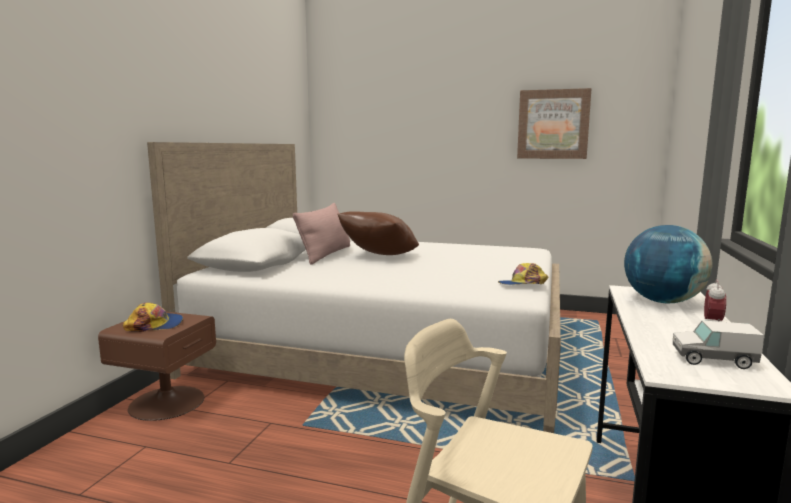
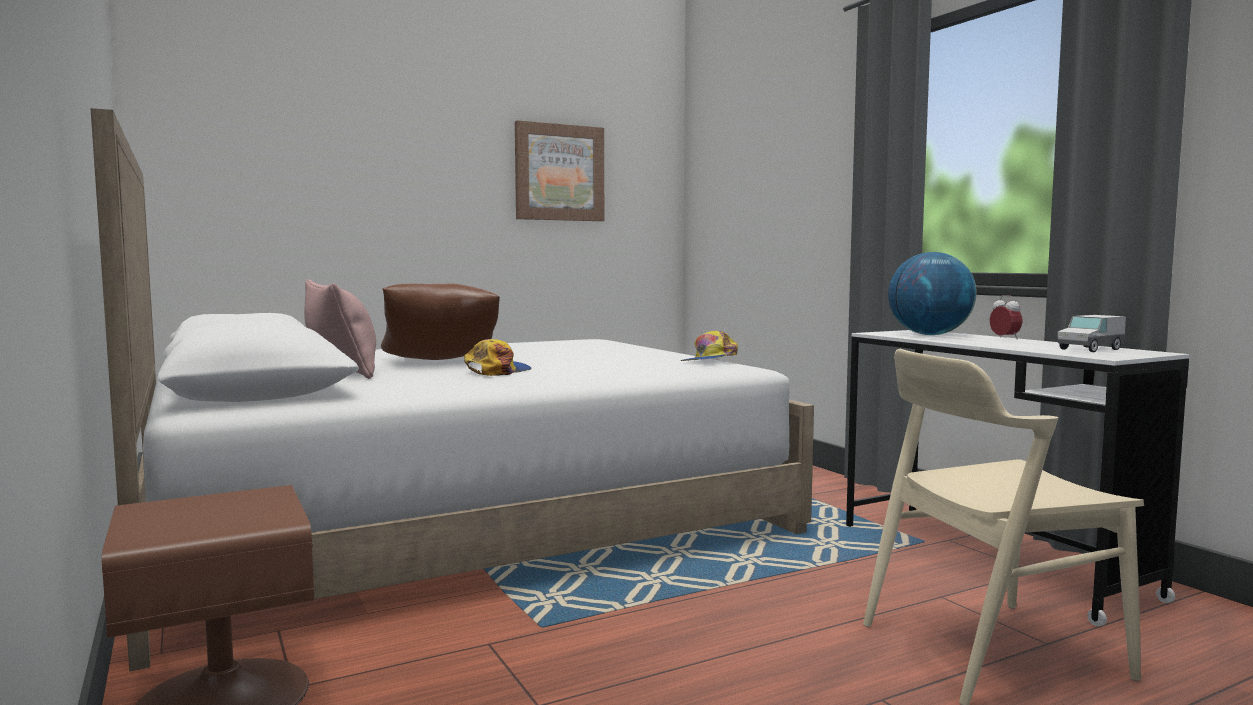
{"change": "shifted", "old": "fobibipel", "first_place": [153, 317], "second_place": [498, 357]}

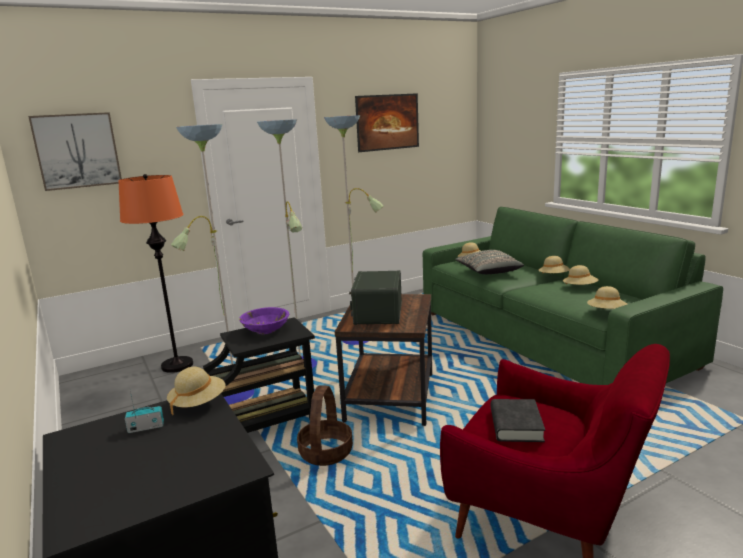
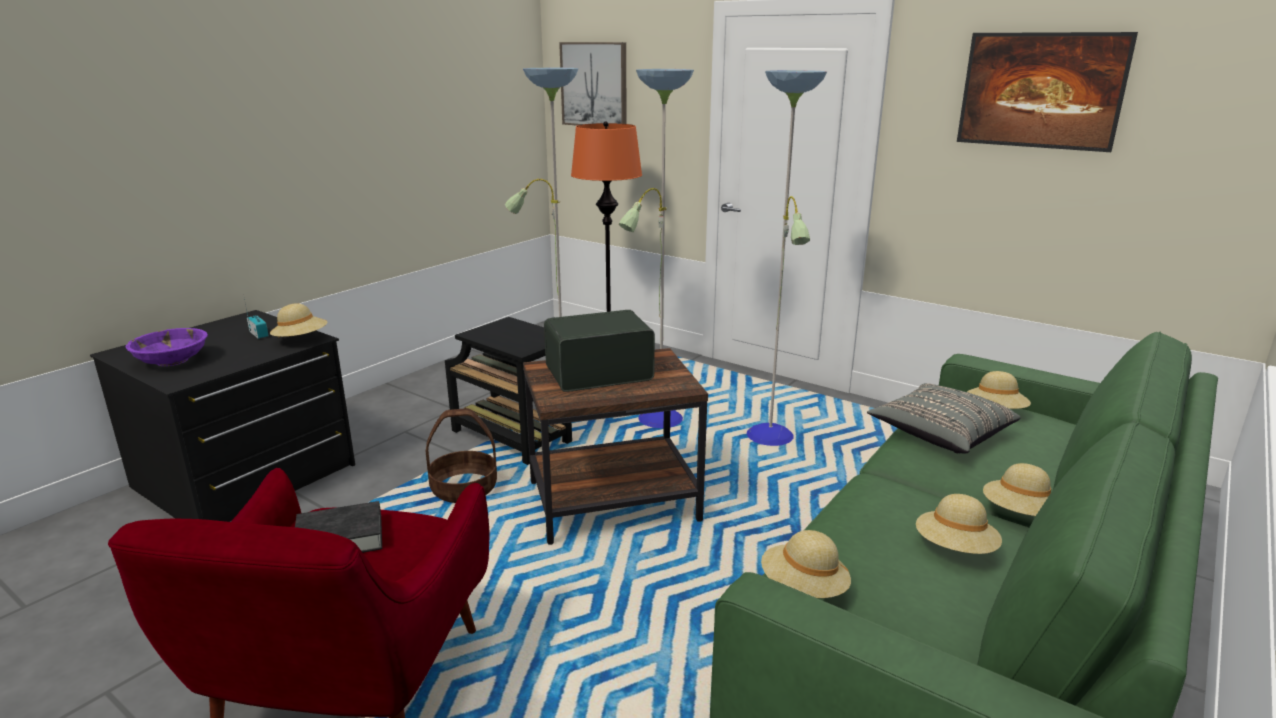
{"change": "shifted", "old": "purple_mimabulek", "first_place": [264, 320], "second_place": [166, 347]}

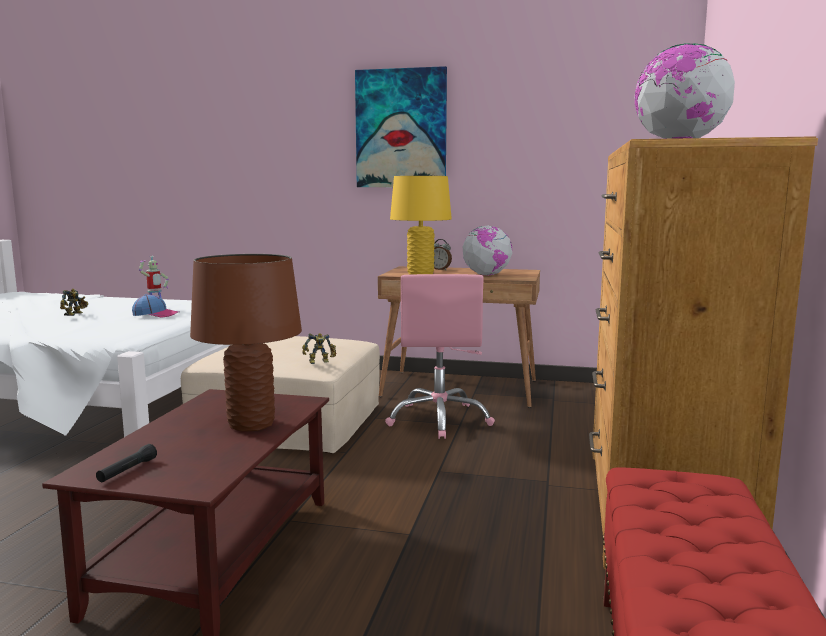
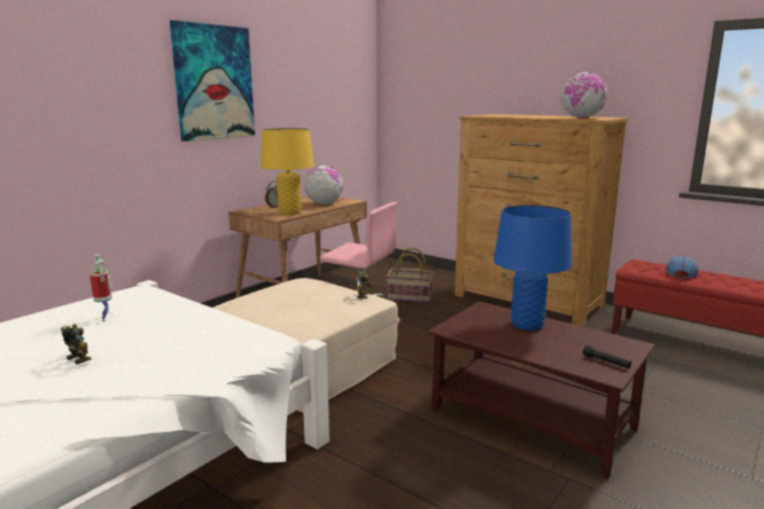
{"change": "repainted", "old": "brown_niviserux", "new": "blue_niviserux", "first_place": [246, 342], "second_place": [533, 267]}
{"change": "shifted", "old": "fobibipel", "first_place": [155, 306], "second_place": [682, 267]}
{"change": "new", "new": "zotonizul", "second_place": [410, 275]}

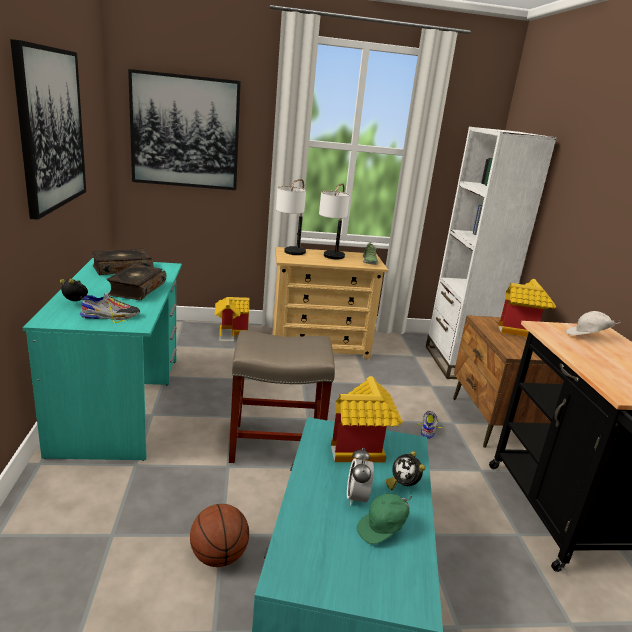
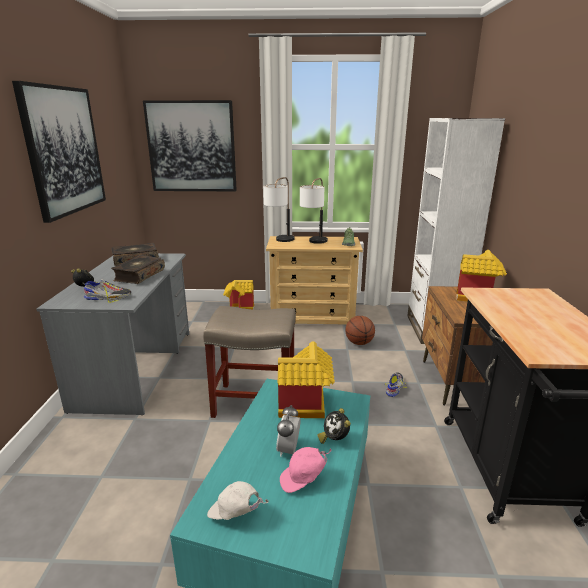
{"change": "repainted", "old": "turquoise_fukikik", "new": "grey_fukikik", "first_place": [102, 359], "second_place": [113, 334]}
{"change": "shifted", "old": "white_fobibipel", "first_place": [593, 323], "second_place": [238, 500]}
{"change": "repainted", "old": "green_fobibipel", "new": "pink_fobibipel", "first_place": [384, 519], "second_place": [306, 470]}
{"change": "shifted", "old": "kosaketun", "first_place": [219, 535], "second_place": [360, 330]}

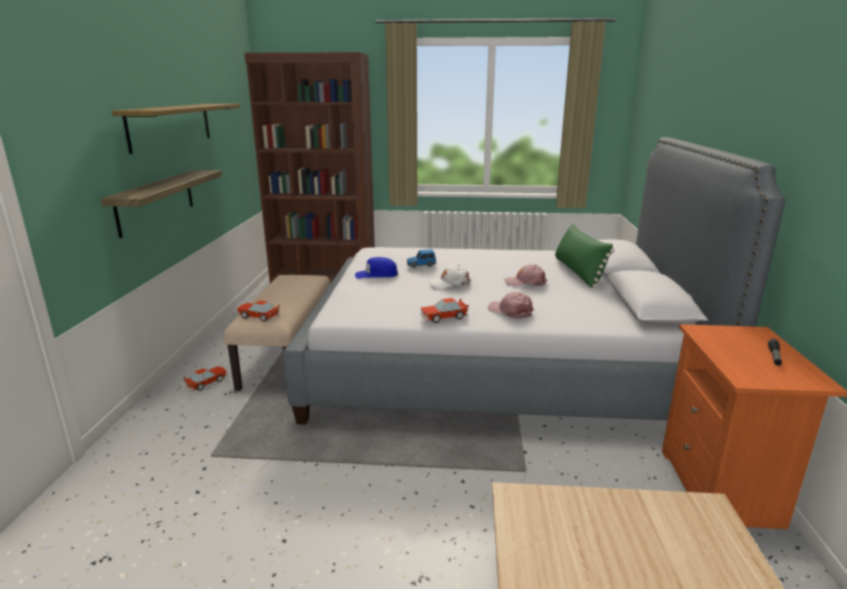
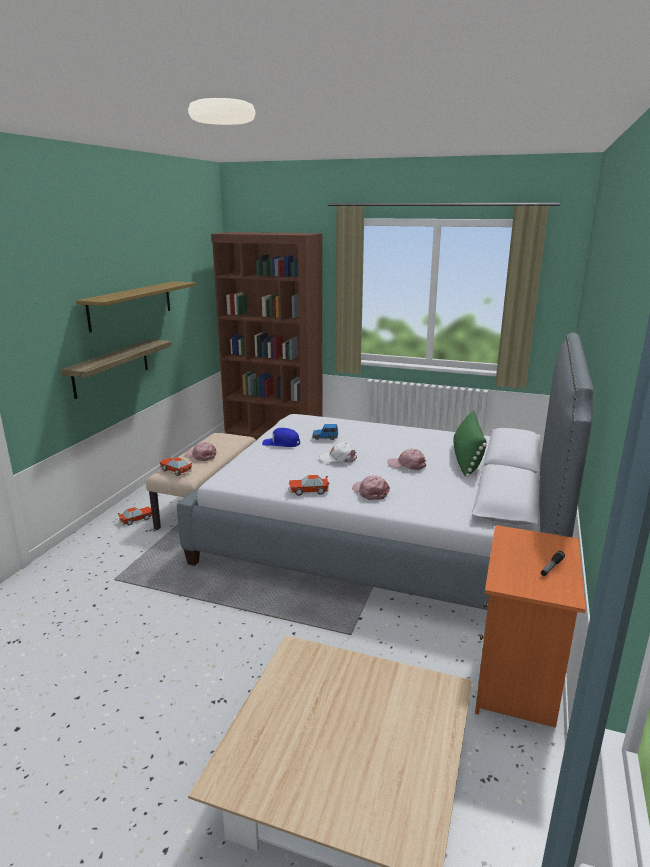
{"change": "new", "new": "pink_fobibipel", "second_place": [200, 451]}

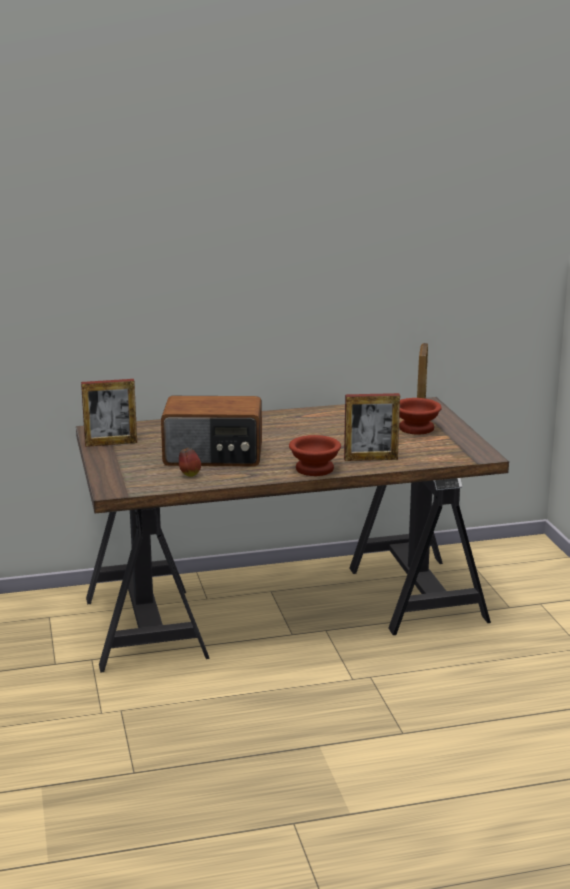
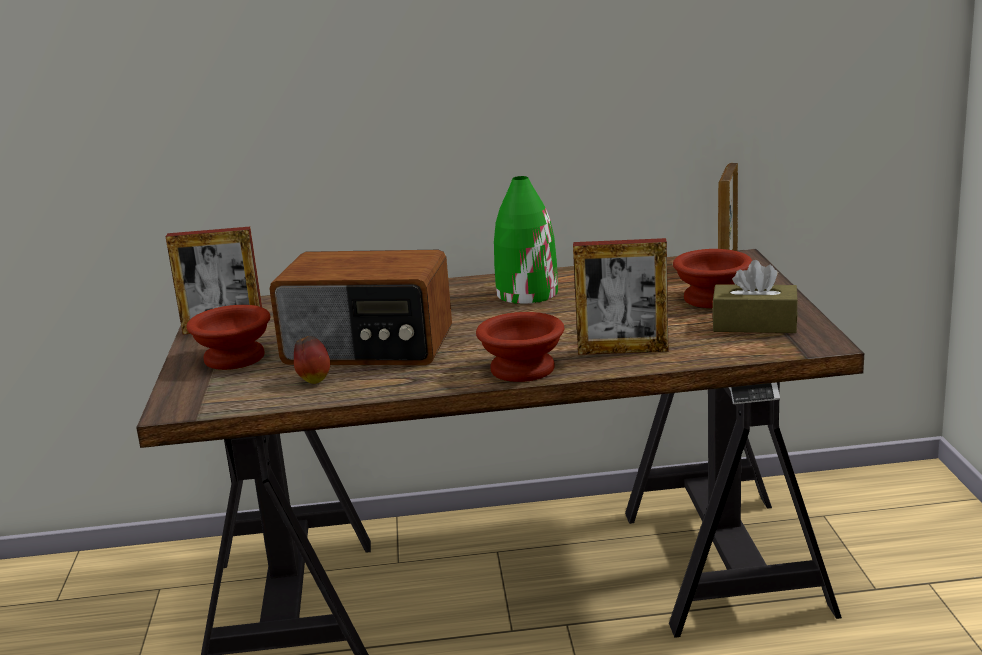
{"change": "new", "new": "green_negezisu", "second_place": [526, 240]}
{"change": "new", "new": "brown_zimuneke", "second_place": [755, 296]}
{"change": "new", "new": "brown_mimabulek", "second_place": [228, 337]}

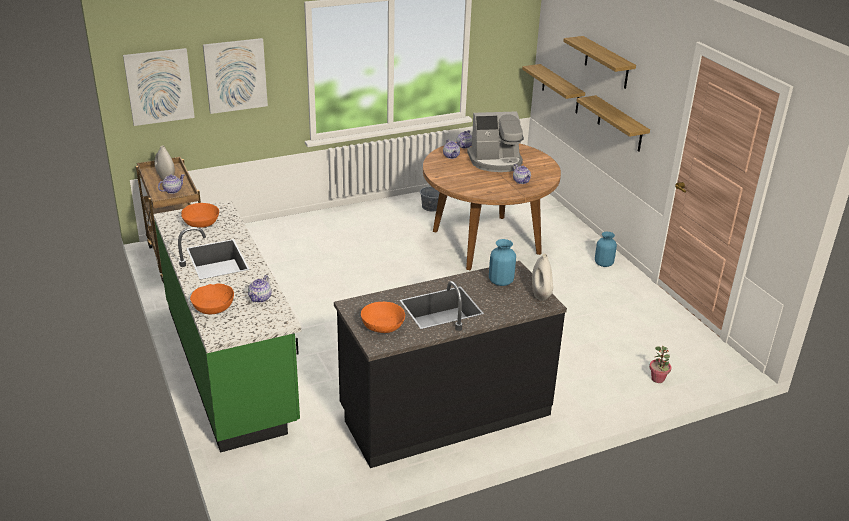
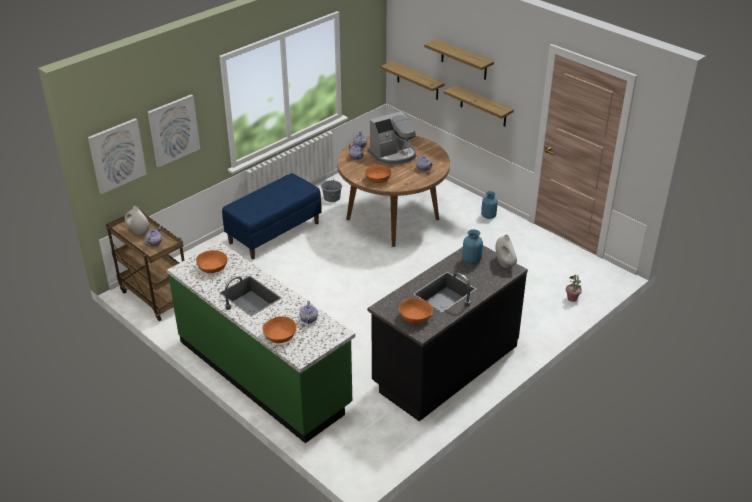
{"change": "new", "new": "orange_mimabulek", "second_place": [378, 174]}
{"change": "new", "new": "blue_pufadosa", "second_place": [272, 216]}

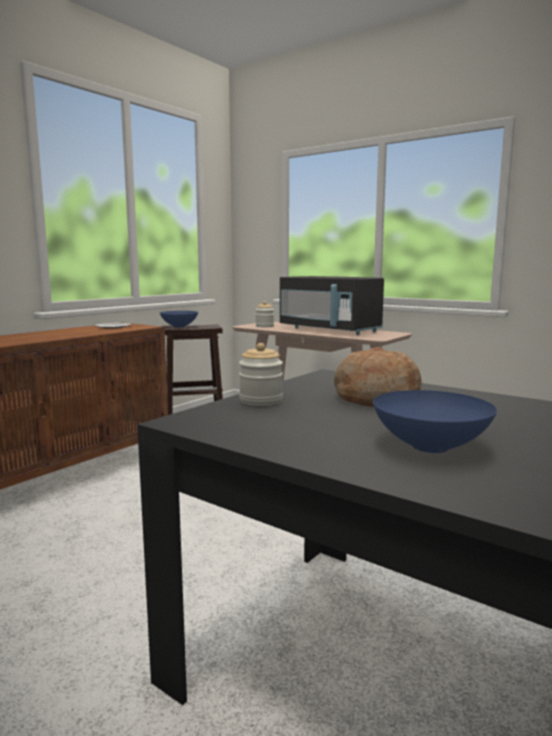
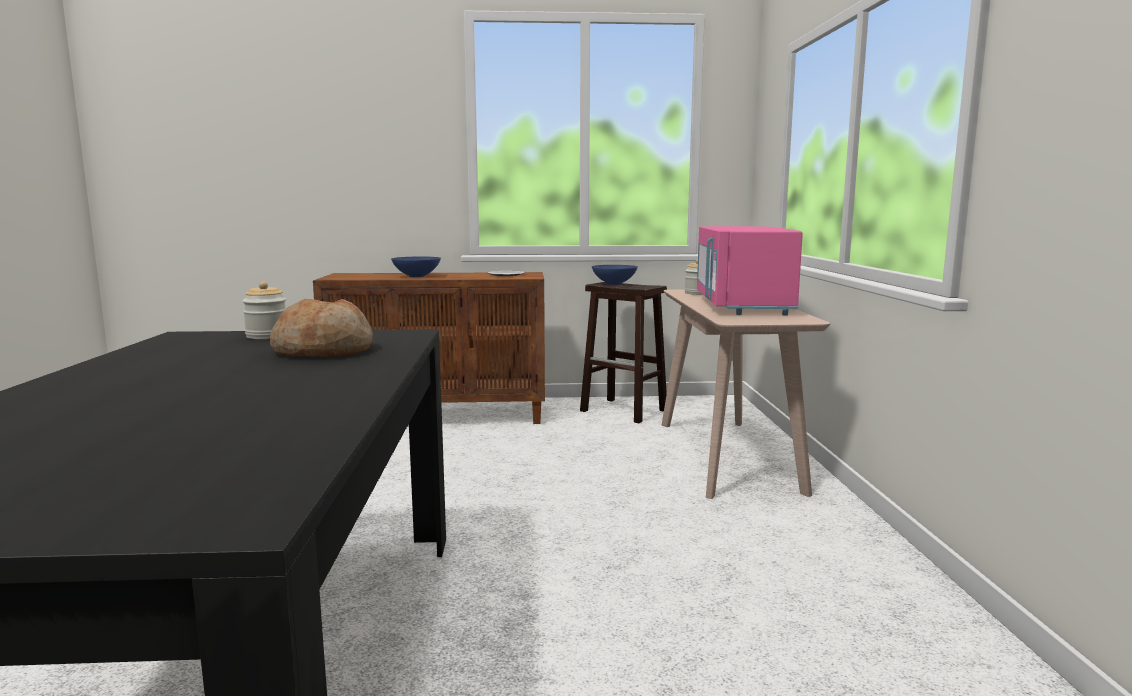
{"change": "repainted", "old": "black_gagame", "new": "pink_gagame", "first_place": [332, 305], "second_place": [750, 270]}
{"change": "shifted", "old": "blue_mimabulek", "first_place": [435, 421], "second_place": [416, 267]}

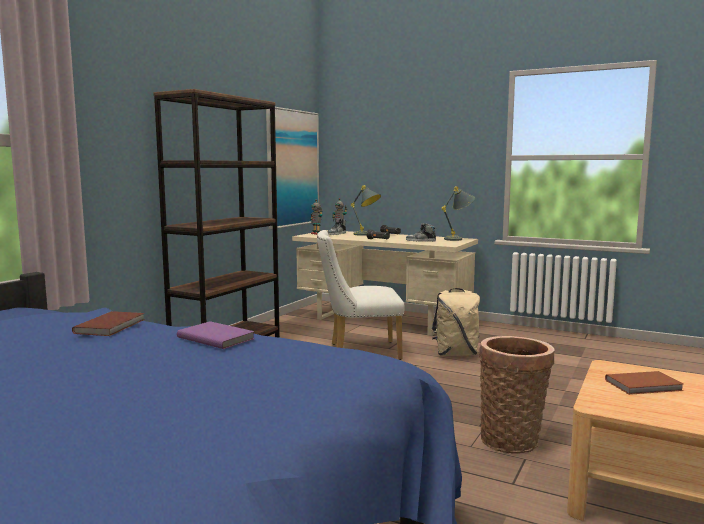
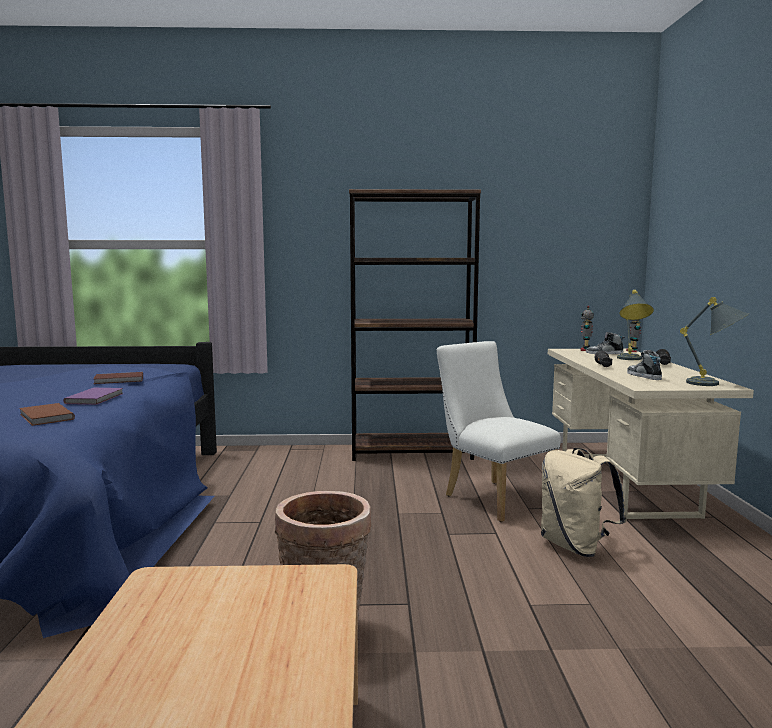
{"change": "gone", "old": "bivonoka", "first_place": [292, 168]}
{"change": "shifted", "old": "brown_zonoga", "first_place": [644, 383], "second_place": [47, 414]}

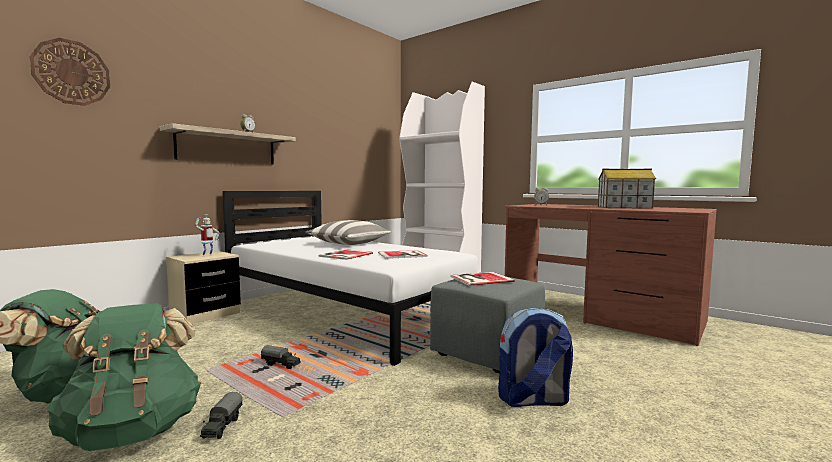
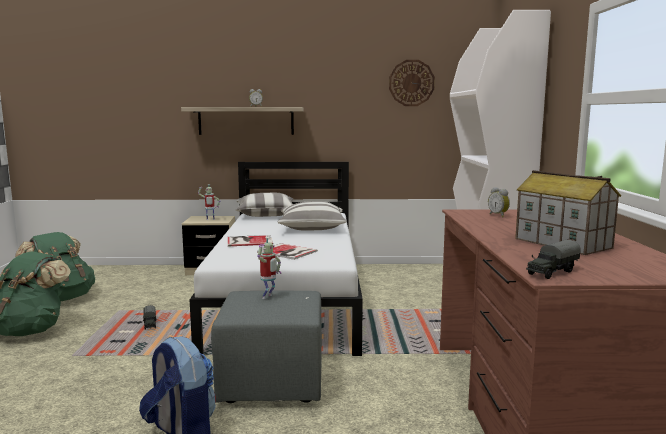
{"change": "shifted", "old": "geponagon", "first_place": [70, 72], "second_place": [412, 83]}
{"change": "swapped", "old": "zonoga", "new": "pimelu", "first_place": [483, 279], "second_place": [269, 268]}
{"change": "shifted", "old": "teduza", "first_place": [221, 415], "second_place": [553, 259]}
{"change": "new", "new": "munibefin", "second_place": [264, 205]}

